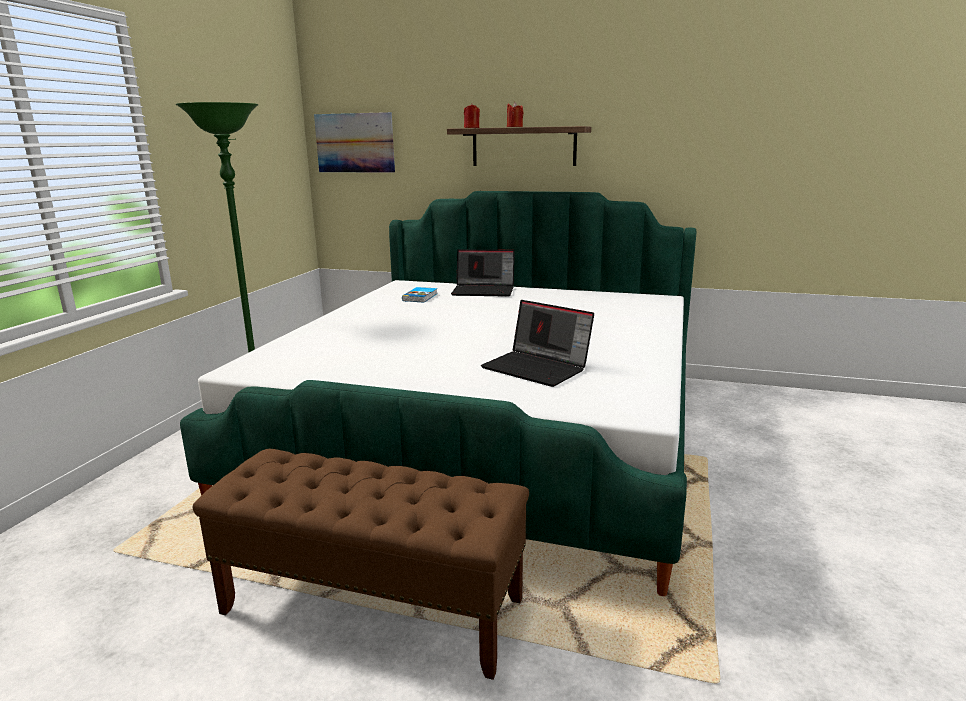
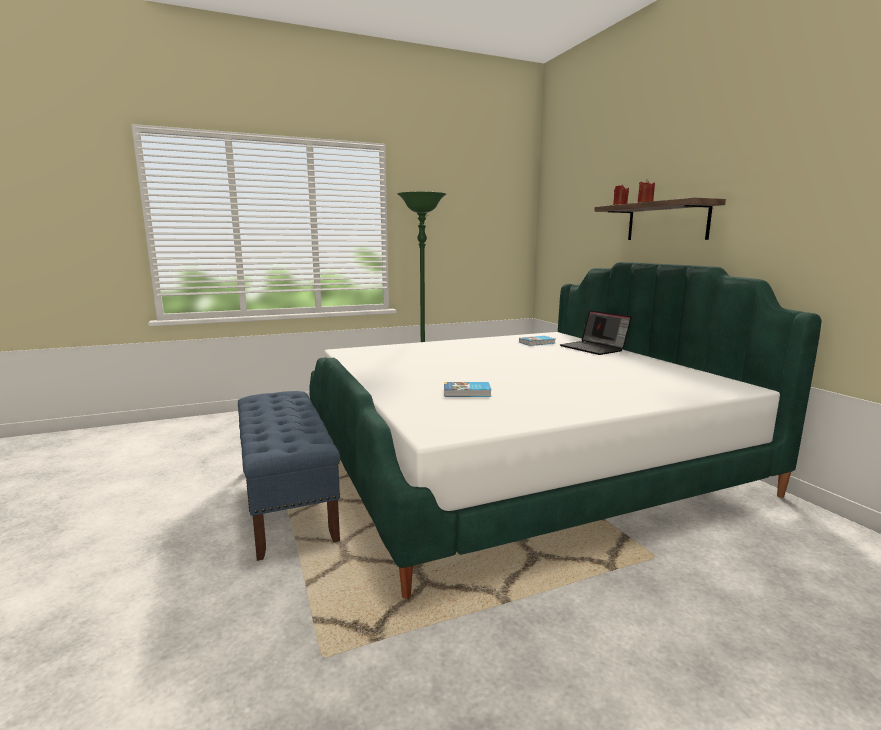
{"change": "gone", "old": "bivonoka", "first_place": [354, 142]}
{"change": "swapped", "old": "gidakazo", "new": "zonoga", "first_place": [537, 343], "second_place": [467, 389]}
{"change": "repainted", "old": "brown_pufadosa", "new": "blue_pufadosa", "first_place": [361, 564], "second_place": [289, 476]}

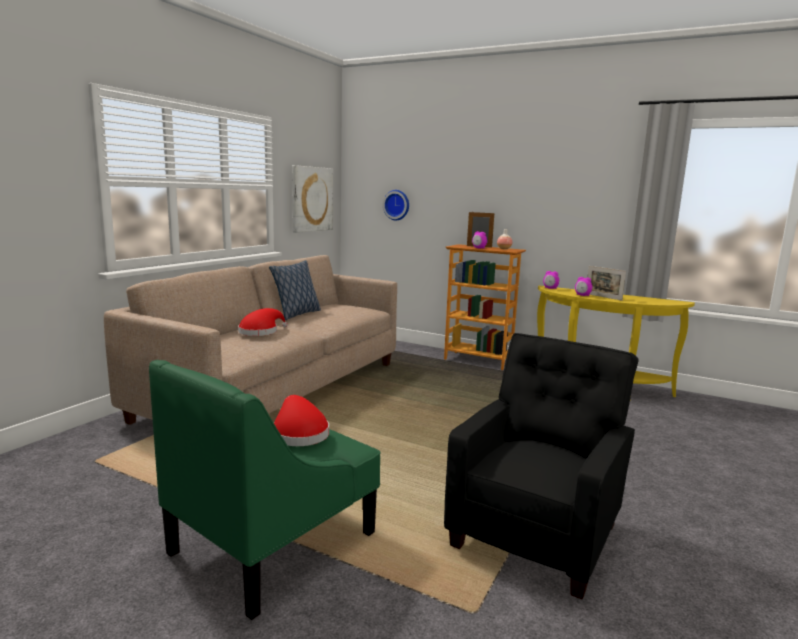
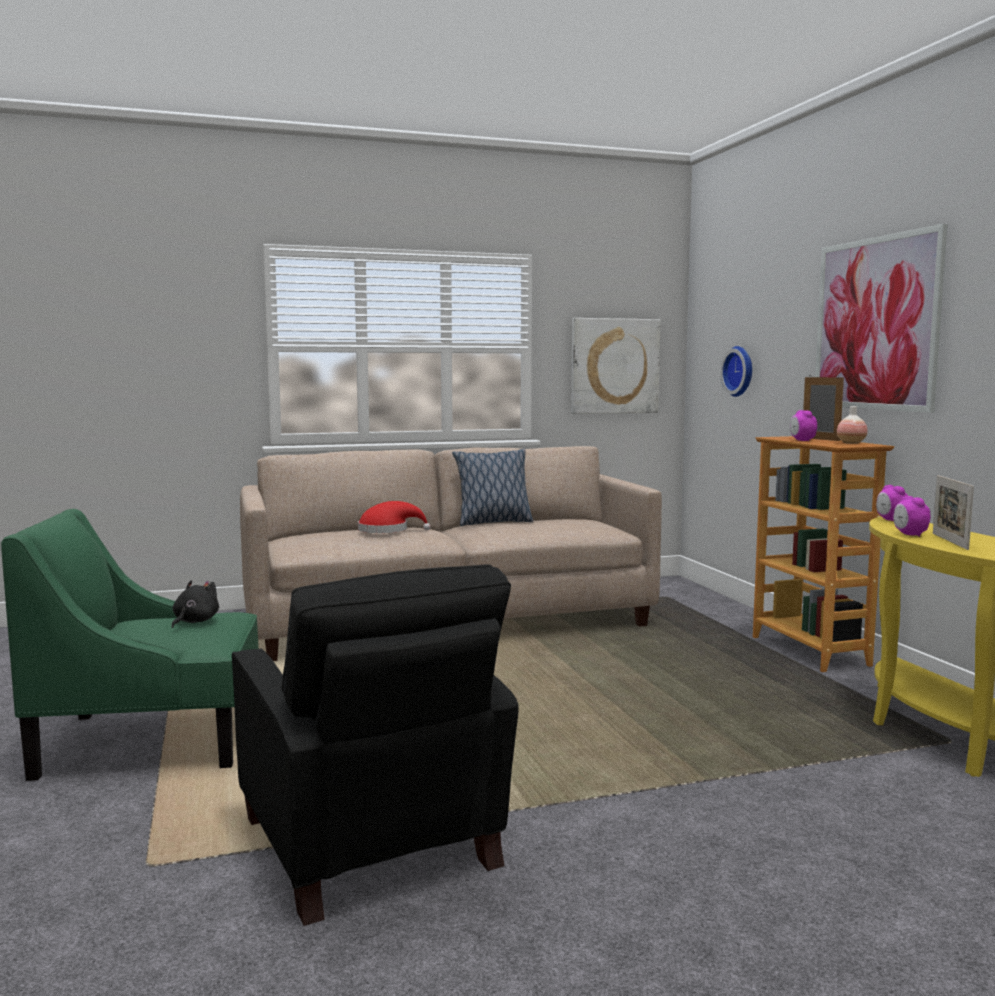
{"change": "rotated", "old": "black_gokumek", "first_place": [541, 466], "second_place": [375, 745], "degrees": 75}
{"change": "swapped", "old": "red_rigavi", "new": "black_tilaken", "first_place": [301, 420], "second_place": [195, 604]}
{"change": "new", "new": "bivonoka", "second_place": [881, 318]}

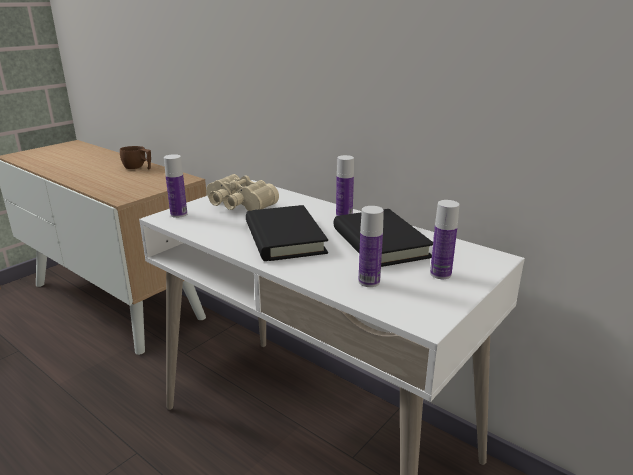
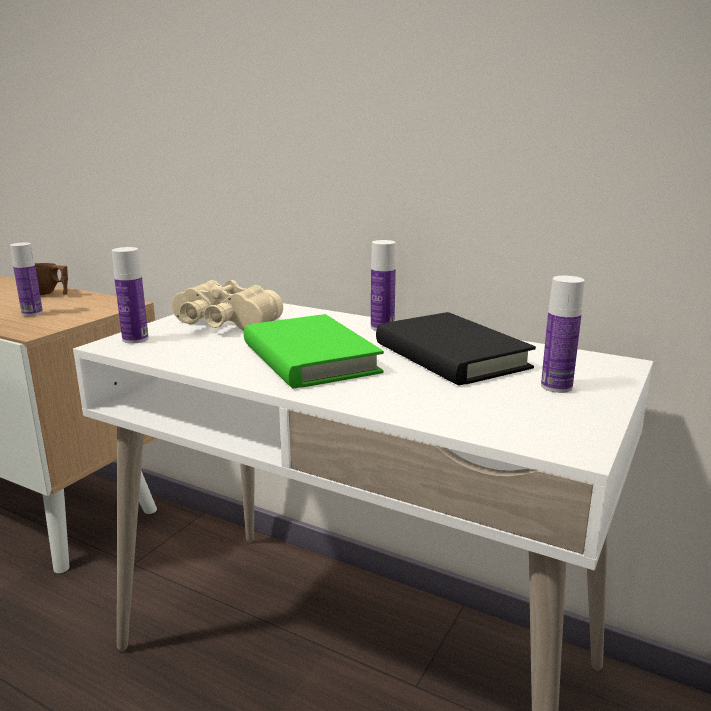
{"change": "repainted", "old": "black_zonoga", "new": "green_zonoga", "first_place": [287, 233], "second_place": [314, 351]}
{"change": "shifted", "old": "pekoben", "first_place": [371, 246], "second_place": [26, 279]}

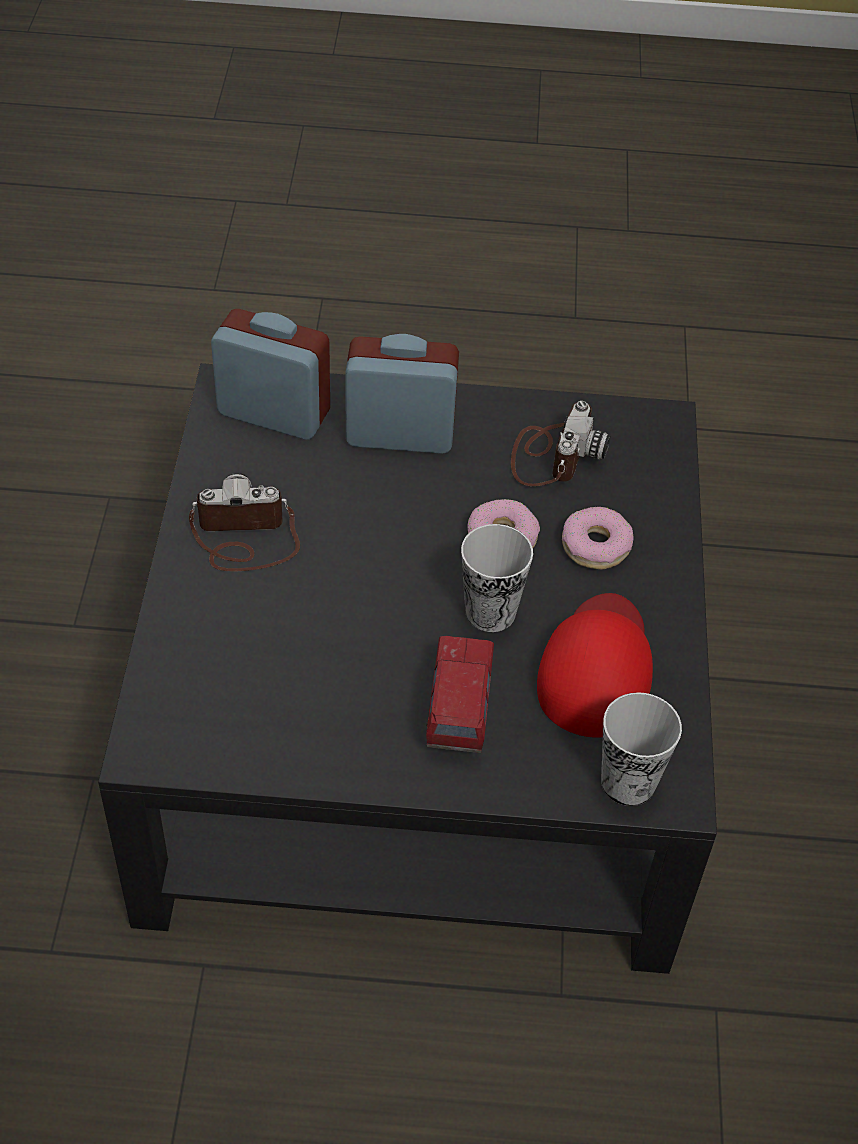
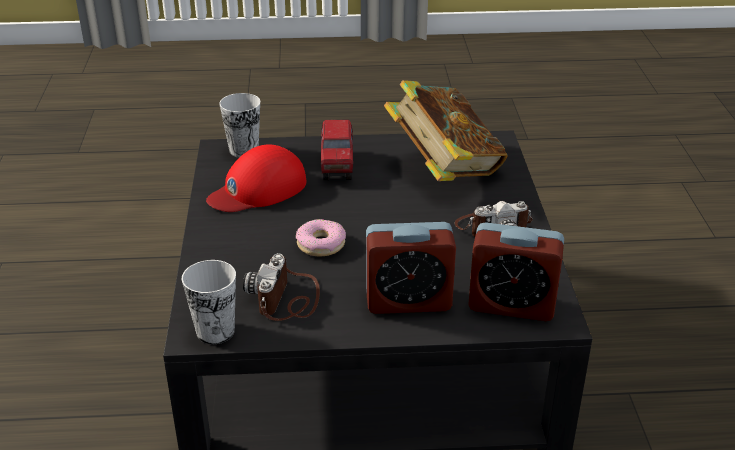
{"change": "gone", "old": "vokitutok", "first_place": [597, 538]}
{"change": "shifted", "old": "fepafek", "first_place": [497, 578], "second_place": [209, 302]}
{"change": "rotated", "old": "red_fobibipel", "first_place": [595, 665], "second_place": [256, 178], "degrees": 45}
{"change": "new", "new": "zonoga", "second_place": [446, 130]}

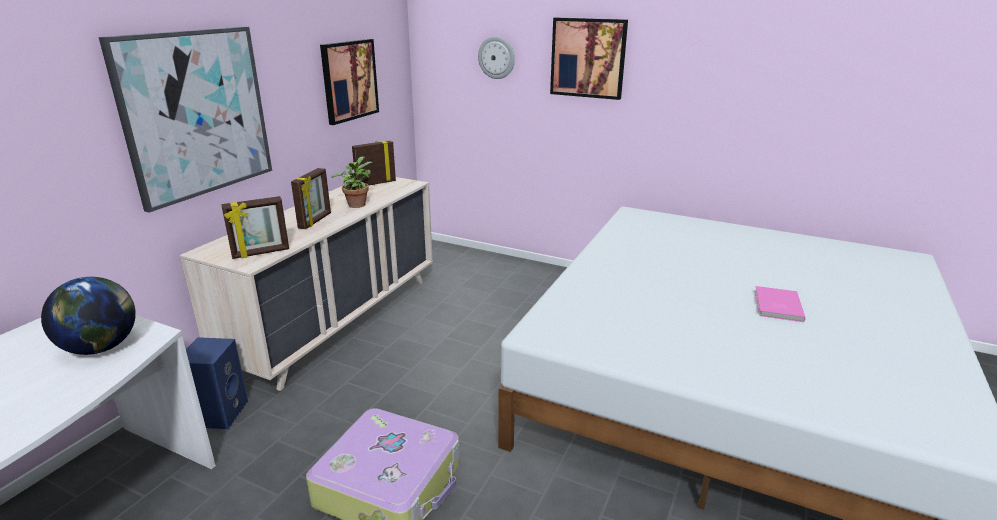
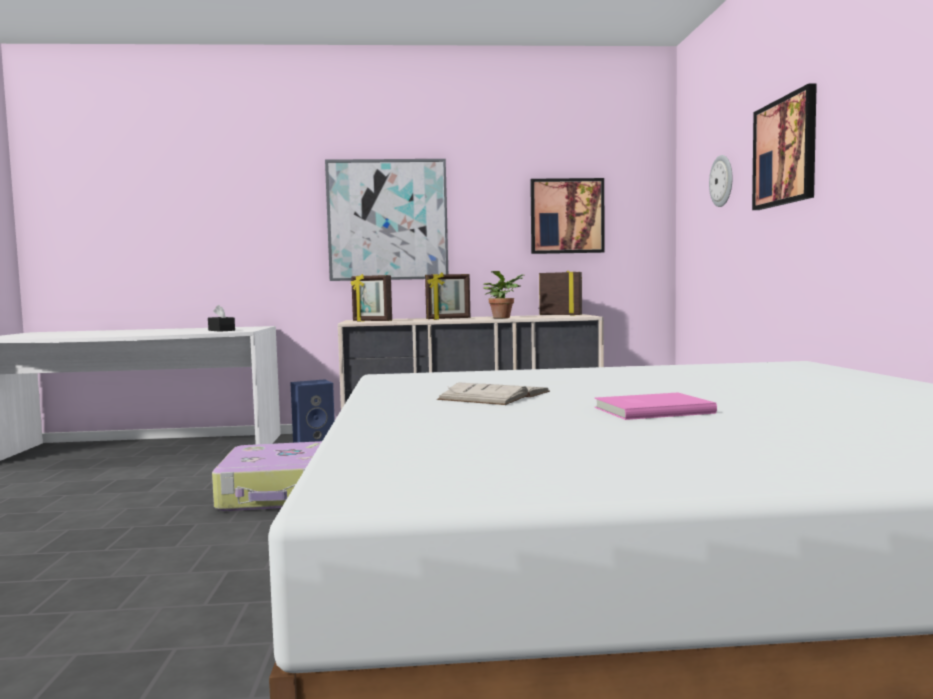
{"change": "swapped", "old": "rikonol", "new": "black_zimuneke", "first_place": [88, 316], "second_place": [221, 318]}
{"change": "new", "new": "white_zonoga", "second_place": [493, 394]}

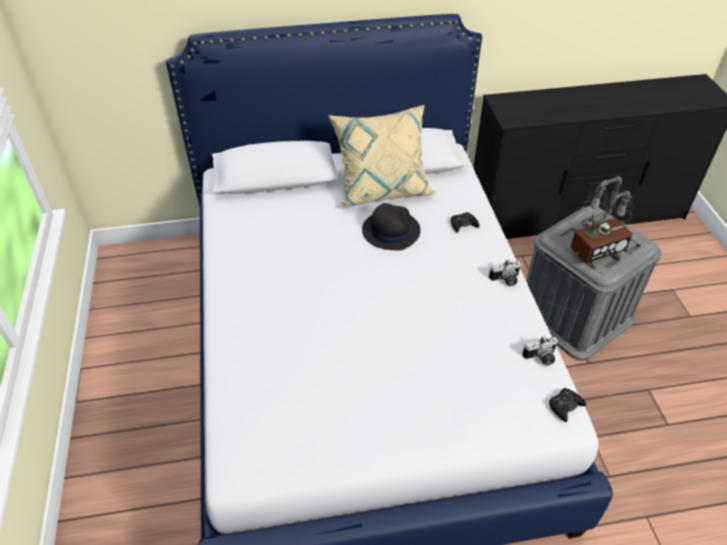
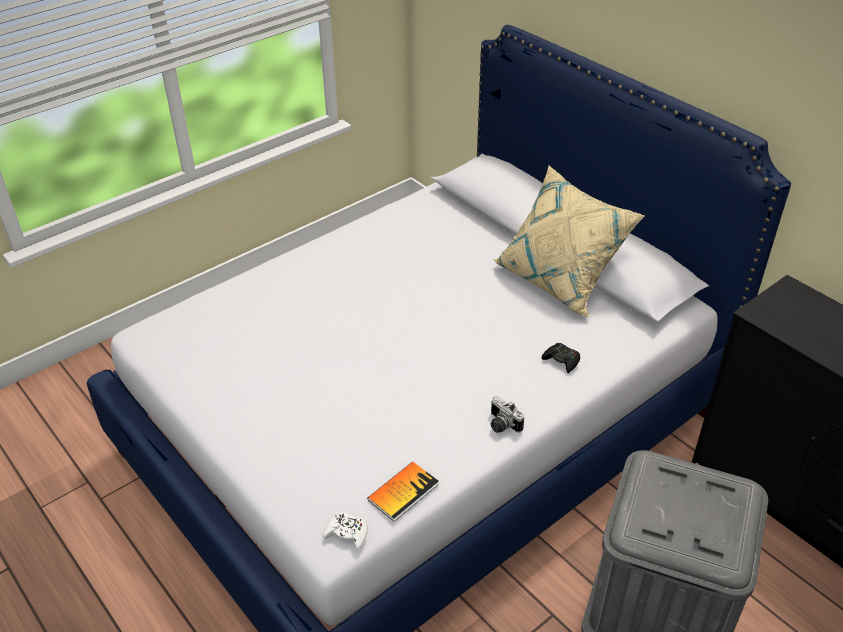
{"change": "gone", "old": "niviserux", "first_place": [605, 222]}
{"change": "gone", "old": "black_rigavi", "first_place": [391, 227]}
{"change": "swapped", "old": "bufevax", "new": "zonoga", "first_place": [540, 351], "second_place": [403, 492]}
{"change": "repainted", "old": "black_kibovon", "new": "white_kibovon", "first_place": [567, 405], "second_place": [345, 531]}

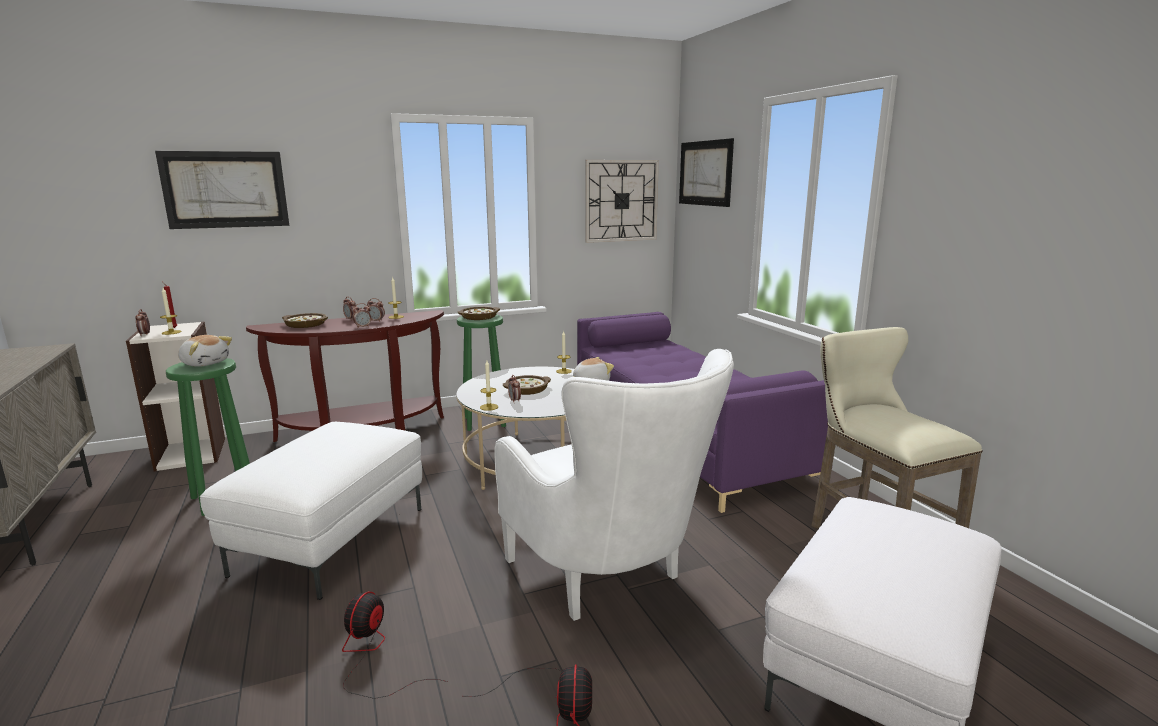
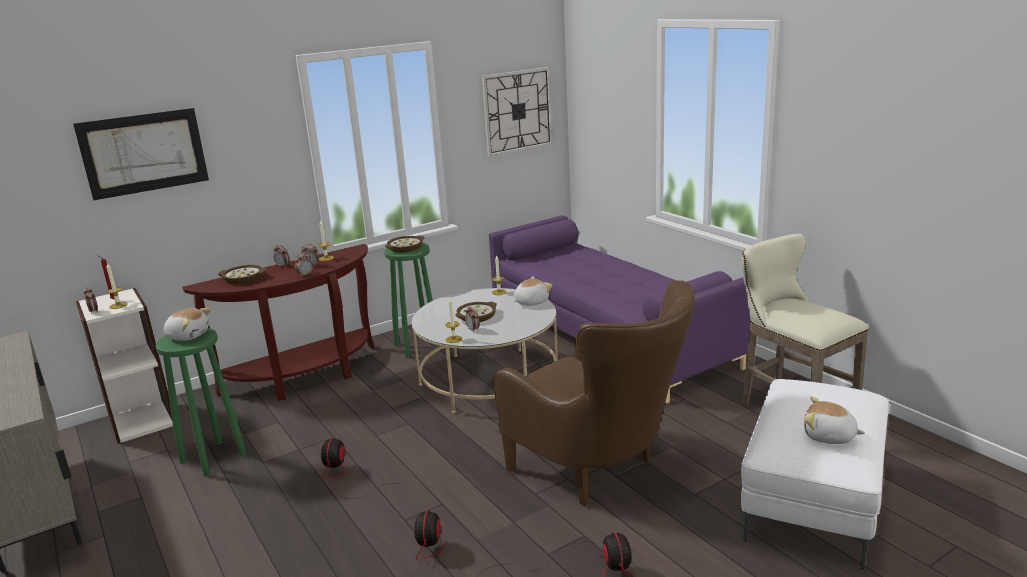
{"change": "gone", "old": "bivonoka", "first_place": [706, 172]}
{"change": "repainted", "old": "white_gokumek", "new": "brown_gokumek", "first_place": [614, 485], "second_place": [594, 393]}
{"change": "swapped", "old": "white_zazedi", "new": "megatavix", "first_place": [311, 511], "second_place": [360, 468]}
{"change": "new", "new": "tilaken", "second_place": [834, 420]}

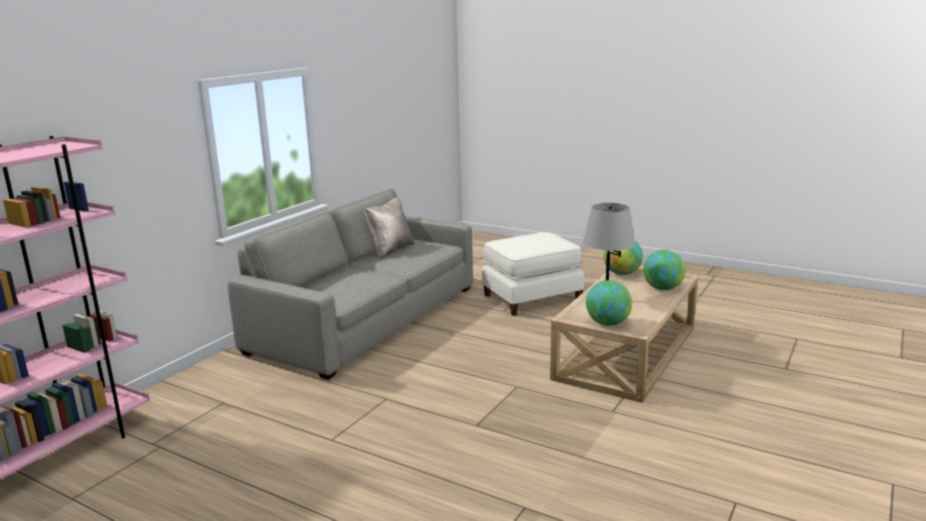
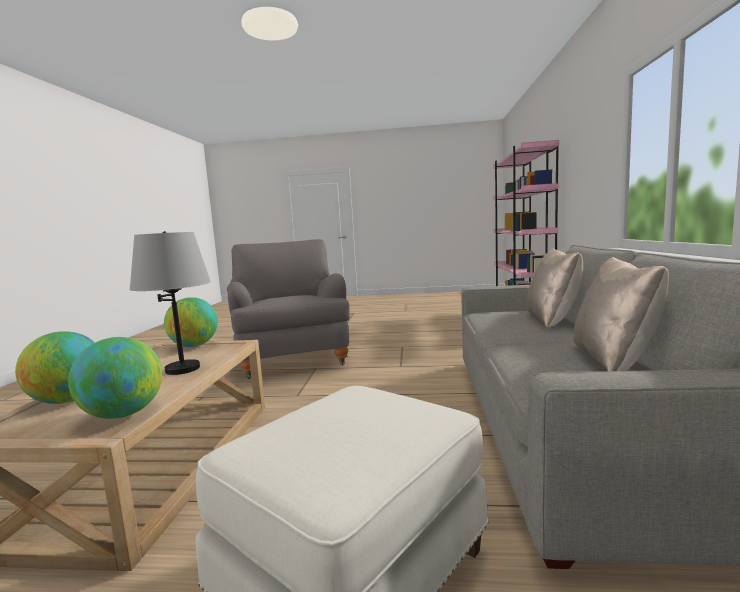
{"change": "new", "new": "grey_gokumek", "second_place": [288, 309]}
{"change": "new", "new": "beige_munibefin", "second_place": [554, 288]}

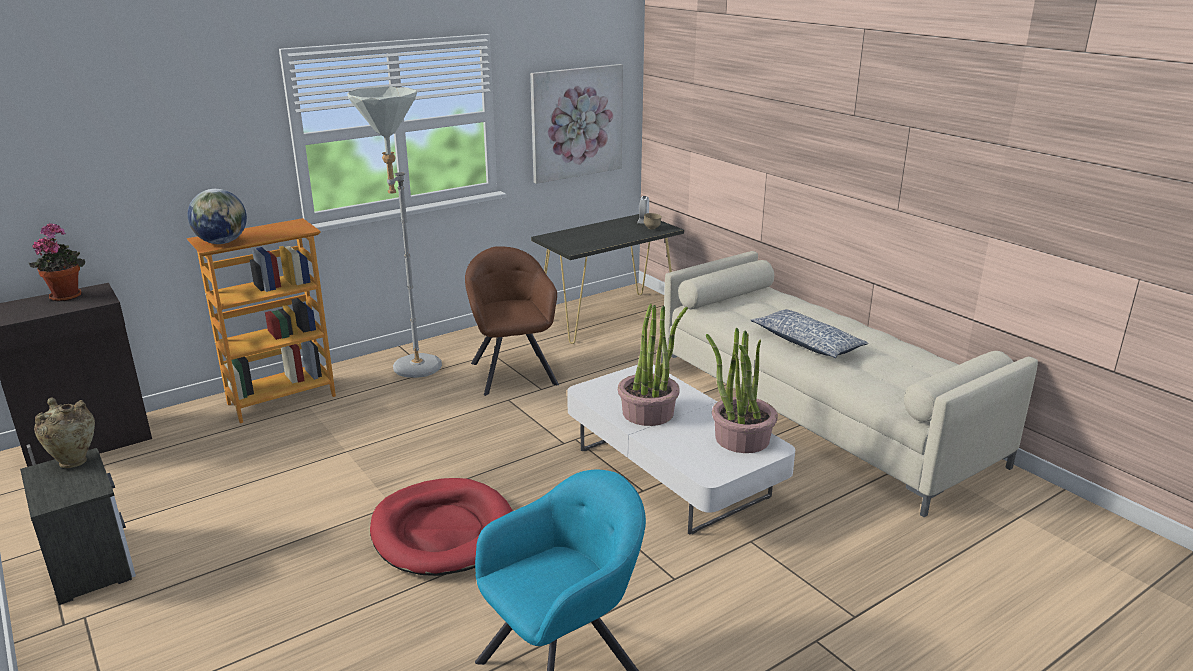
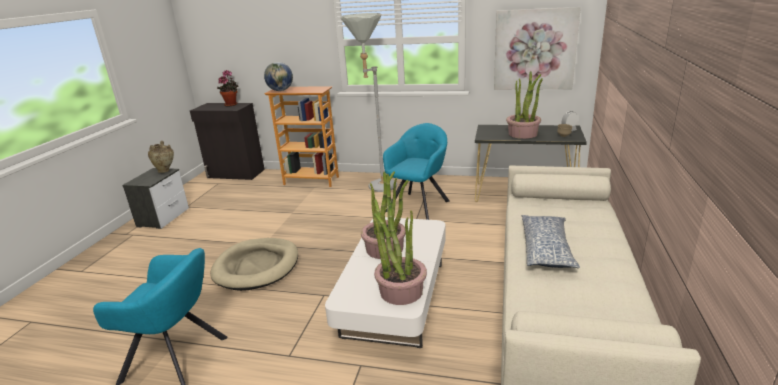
{"change": "repainted", "old": "brown_gokumek", "new": "turquoise_gokumek", "first_place": [512, 321], "second_place": [416, 171]}
{"change": "repainted", "old": "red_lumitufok", "new": "beige_lumitufok", "first_place": [441, 527], "second_place": [254, 264]}
{"change": "new", "new": "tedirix", "second_place": [524, 105]}

